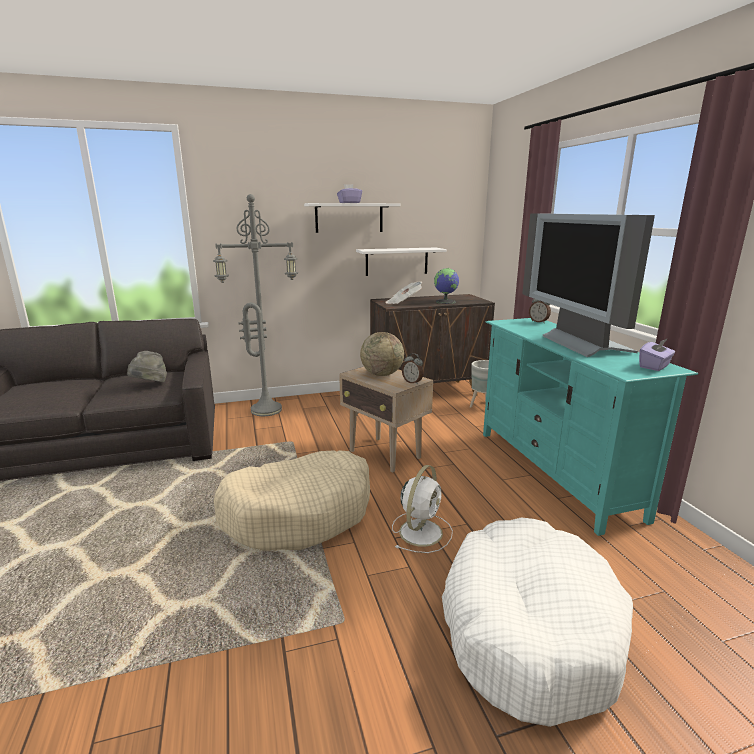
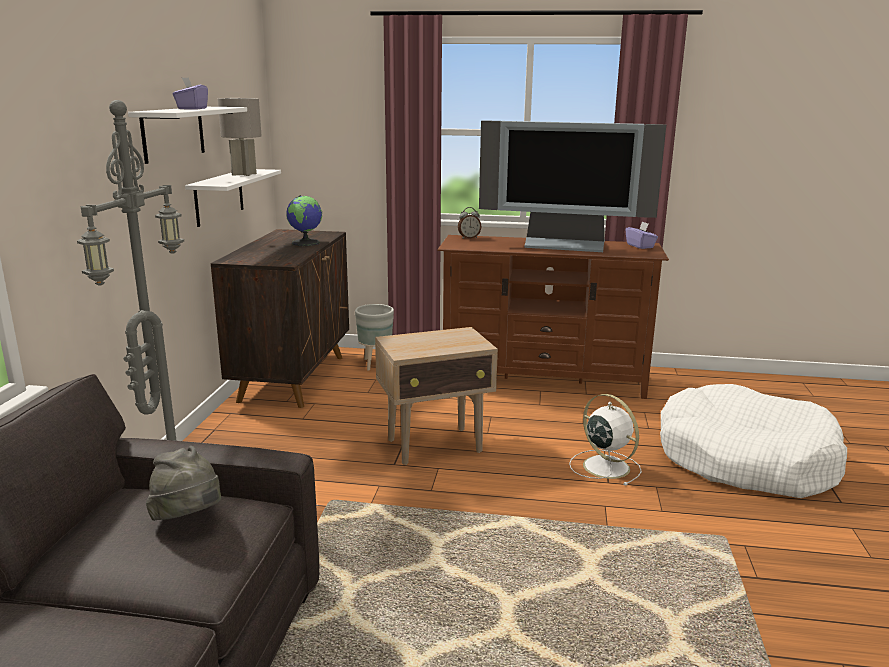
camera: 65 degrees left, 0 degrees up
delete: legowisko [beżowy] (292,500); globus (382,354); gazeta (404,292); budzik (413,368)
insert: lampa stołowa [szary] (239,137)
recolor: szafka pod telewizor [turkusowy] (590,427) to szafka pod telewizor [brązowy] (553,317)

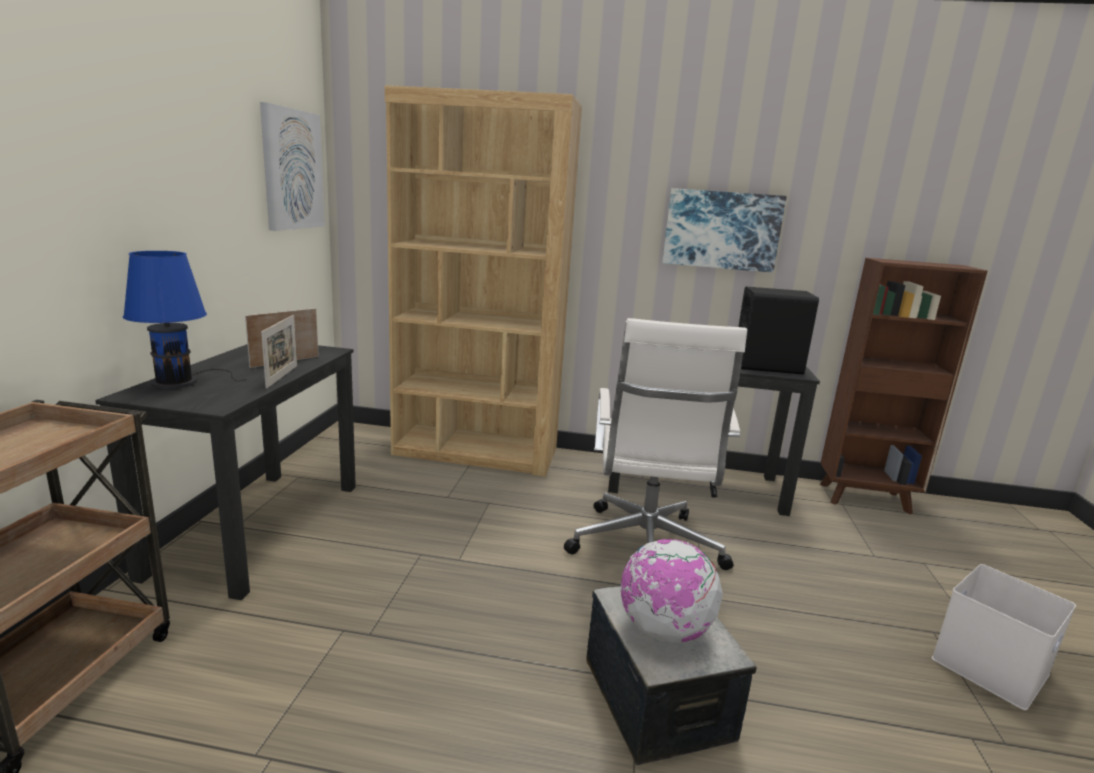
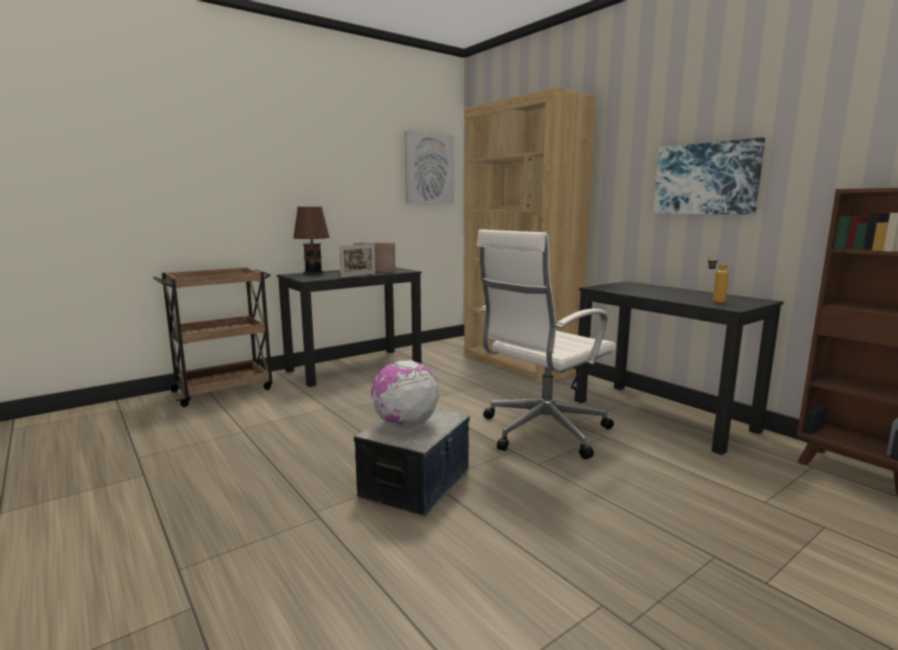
camera: 45 degrees right, 5 degrees down
delete: pojemnik do przechowywania [biały] (1004,637)
replace: głośnik [czarny] (778,330) to butelka (718,279)
recolor: lampa stołowa [niebieski] (185,320) to lampa stołowa [brązowy] (316,241)

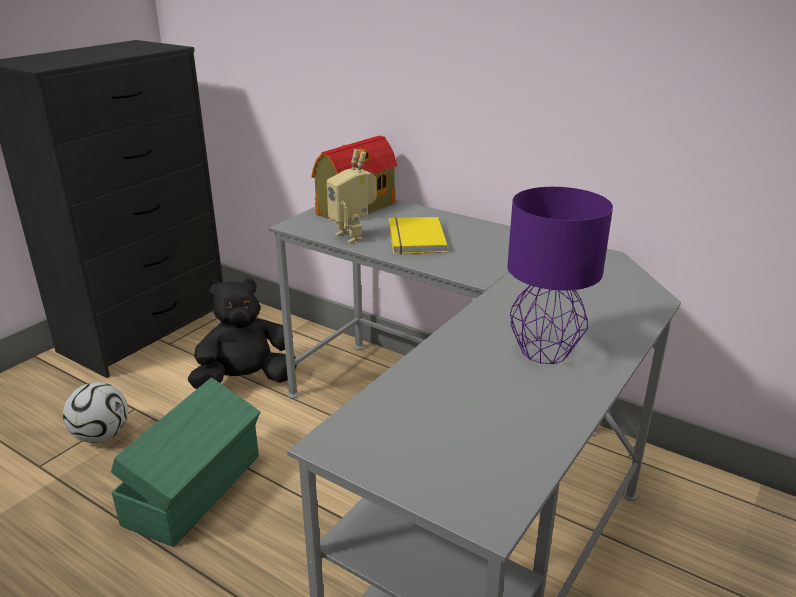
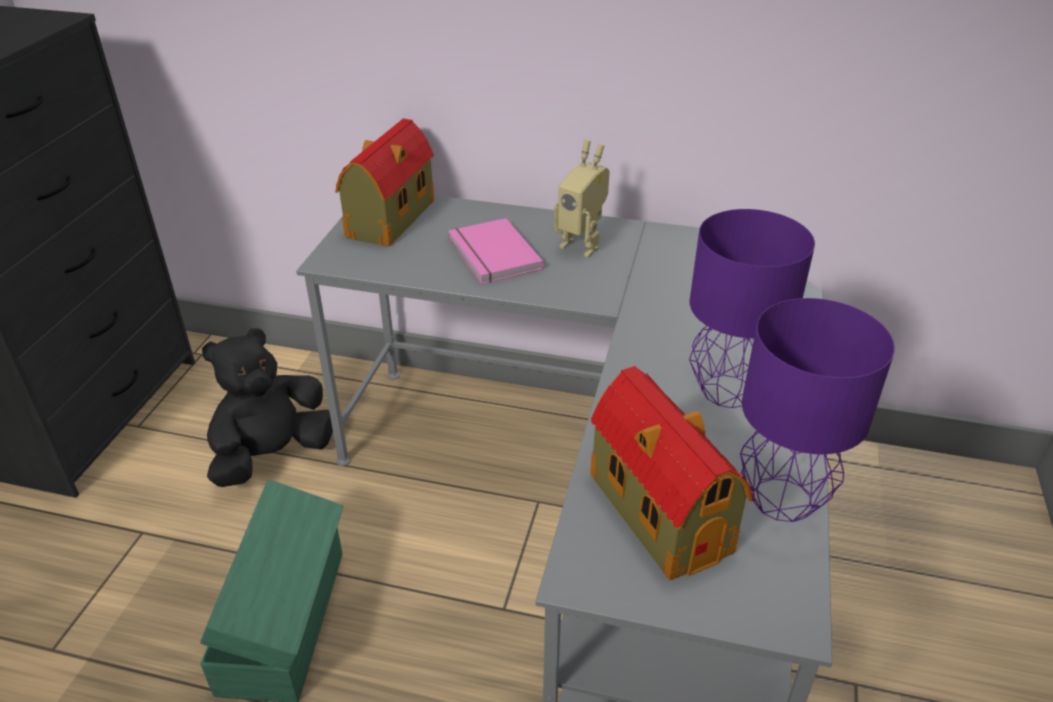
camera: 20 degrees left, 10 degrees up
delete: piłka futbolowa (95,412)
insert: domek (672,473); lampa stołowa [fioletowy] (817,410)
move: robot zabawkowy (352,196) to (582,199)
recolor: książka [żółty] (418,235) to książka [różowy] (496,251)

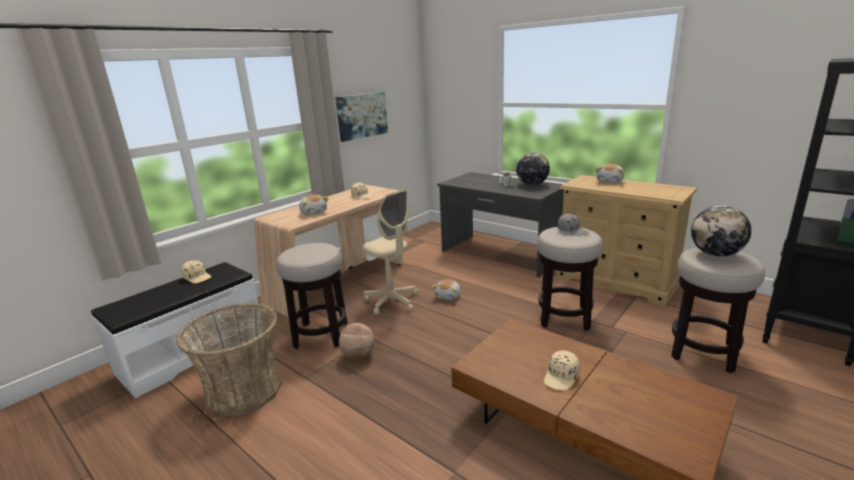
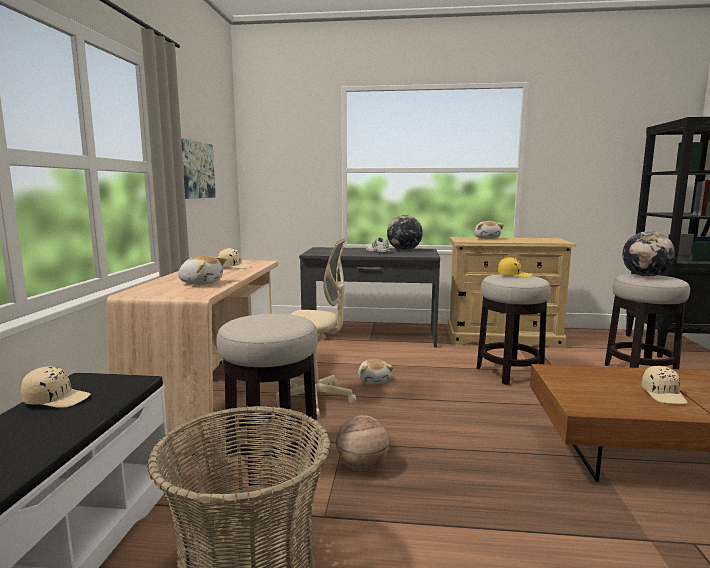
camera: 35 degrees left, 10 degrees down
recolor: czapka z daszkiem [szary] (573,224) to czapka z daszkiem [żółty] (515,267)

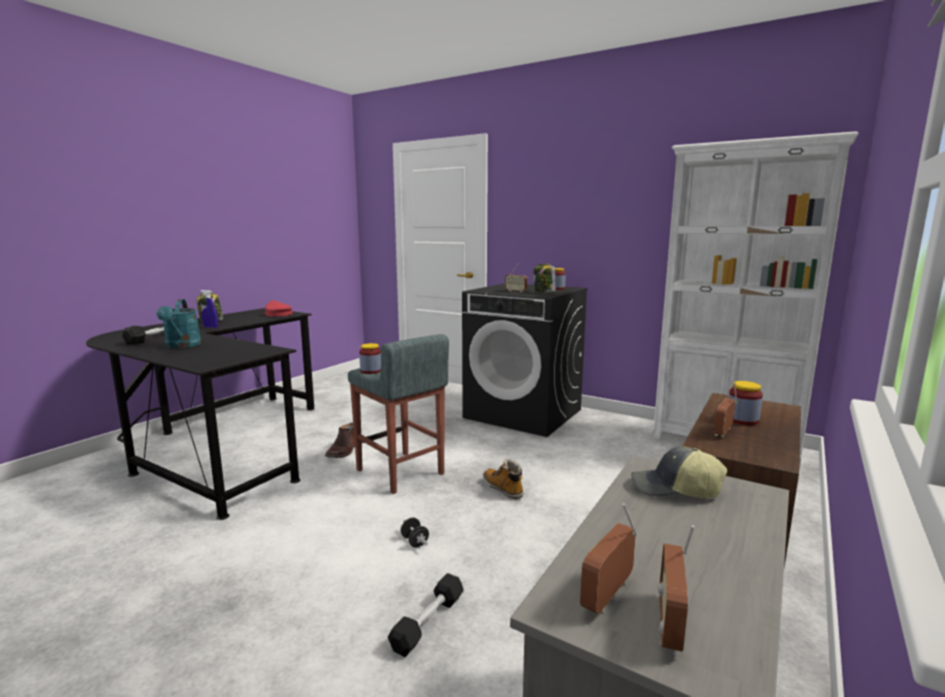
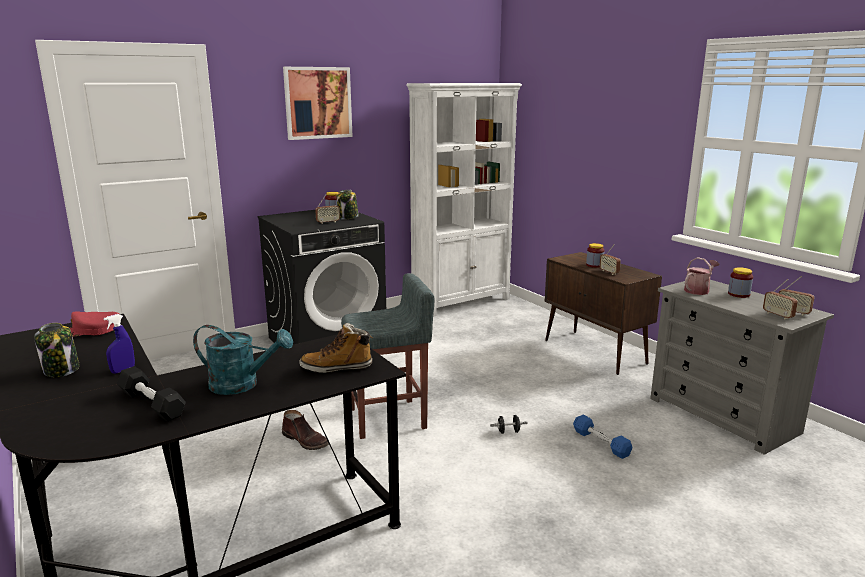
camera: 65 degrees left, 5 degrees up
insert: obraz (318,103)
move: słoik (370,358) to (740,282); but z cholewką (503,479) to (335,348)
replace: czapka z daszkiem (679,472) to konewka (701,276)
recolor: hantel [czarny] (426,615) to hantel [niebieski] (602,437)

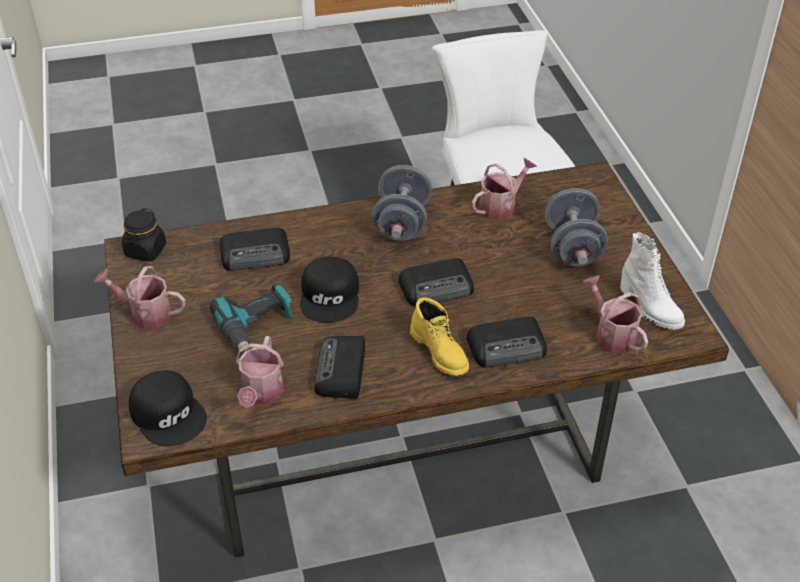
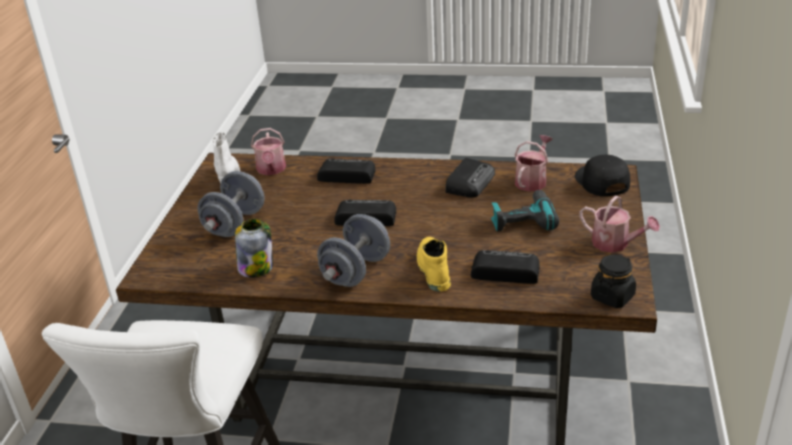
camera: 155 degrees left, 10 degrees down
delete: czapka z daszkiem [czarny] (329,290)
move: but z cholewką [żółty] (439,337) to (434,264)
replace: konewka (504,189) to słoik (254,248)

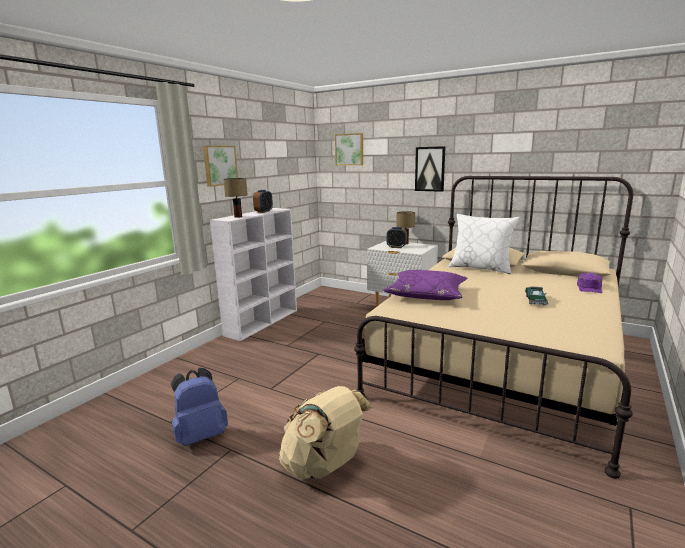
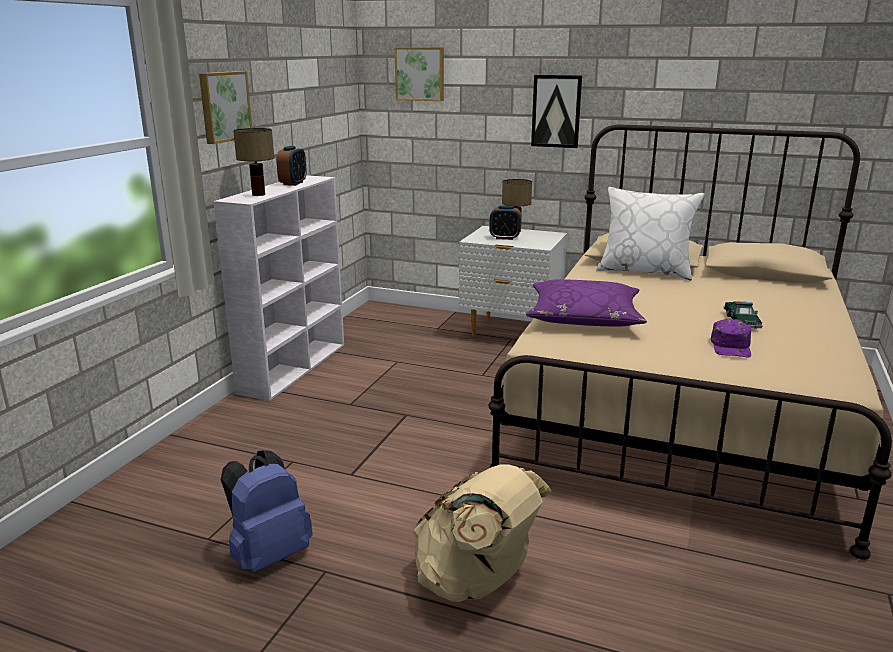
camera: 10 degrees left, 5 degrees up
move: czapka z daszkiem [fioletowy] (589,282) to (731,338)

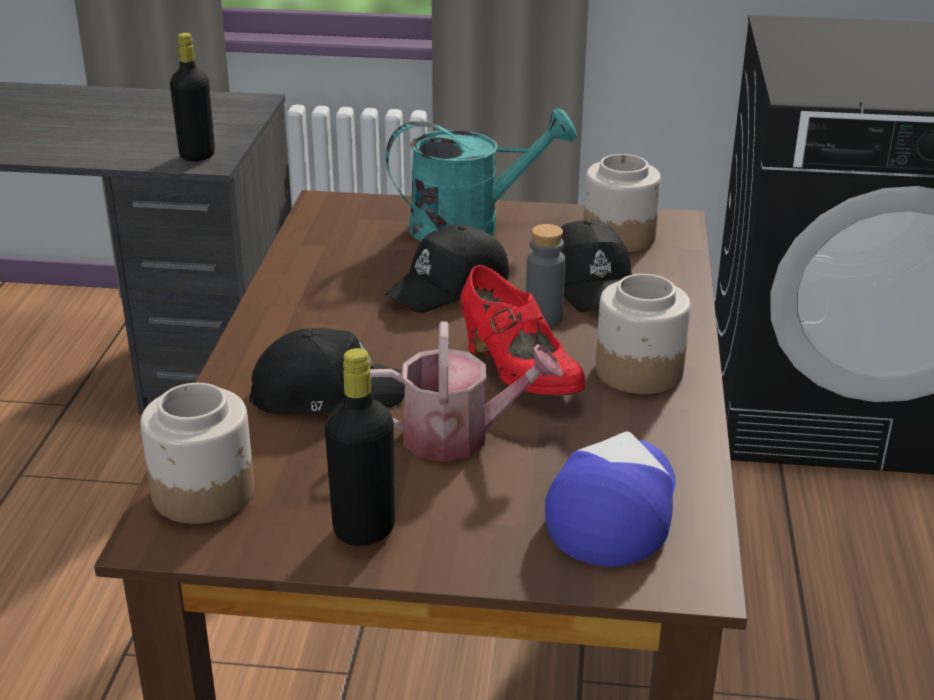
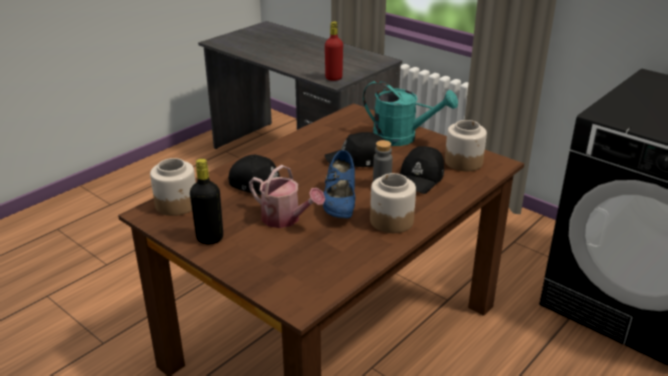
camera: 35 degrees right, 0 degrees up
delete: czapka z daszkiem (610,499)
recolor: butelka [czarny] (192,97) to butelka [czerwony] (334,51); but [czerwony] (522,330) to but [niebieski] (339,184)

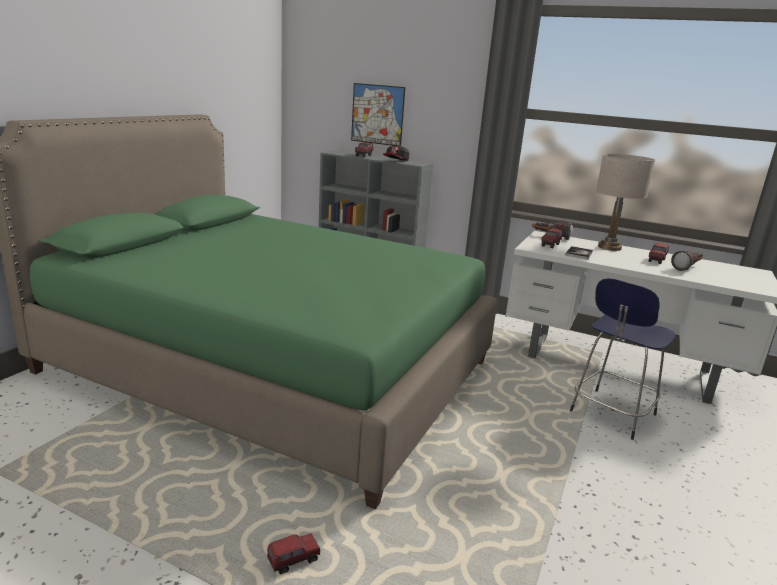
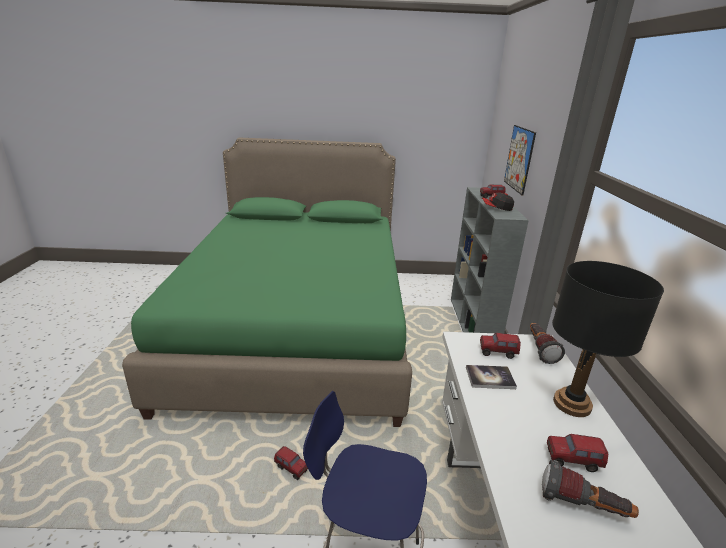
camera: 65 degrees right, 5 degrees up
move: ciężarówka zabawkowa (293,553) to (291,463)
recolor: lampa stołowa [beżowy] (626,202) to lampa stołowa [czarny] (608,339)

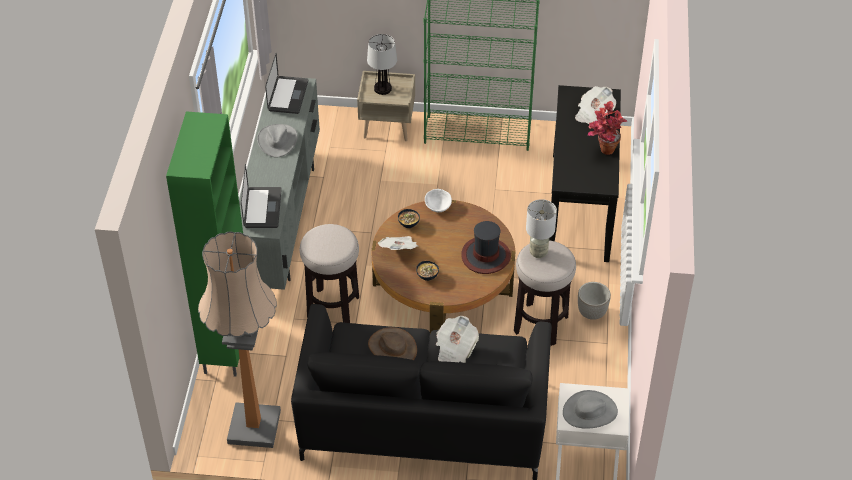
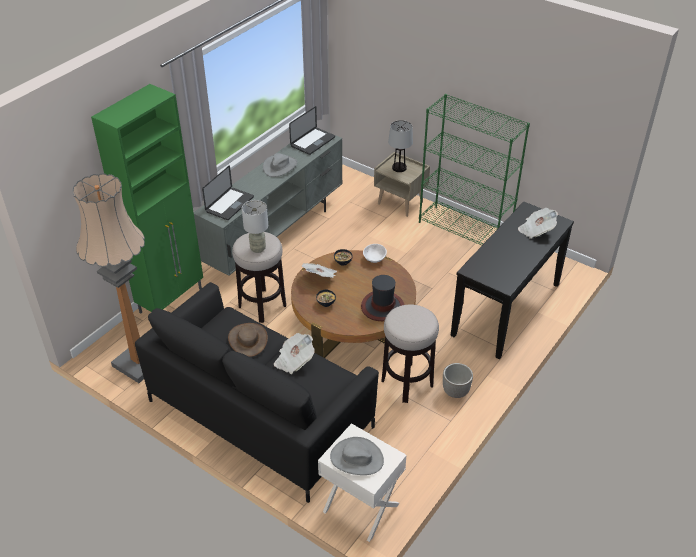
camera: 30 degrees right, 5 degrees down
delete: roślina doniczkowa (607,128)
move: lampa stołowa [szary] (541,228) to (255,226)

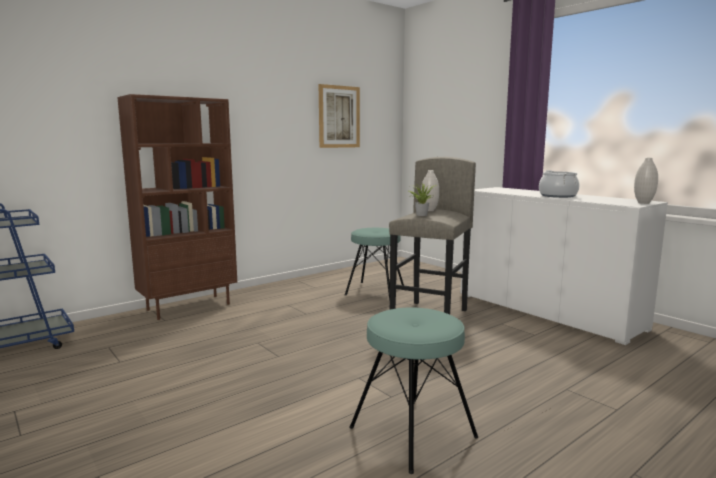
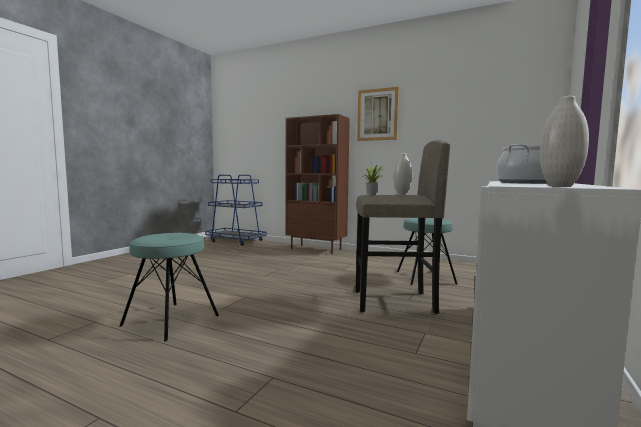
camera: 65 degrees right, 5 degrees down
move: obraz (339,116) to (378,114)

